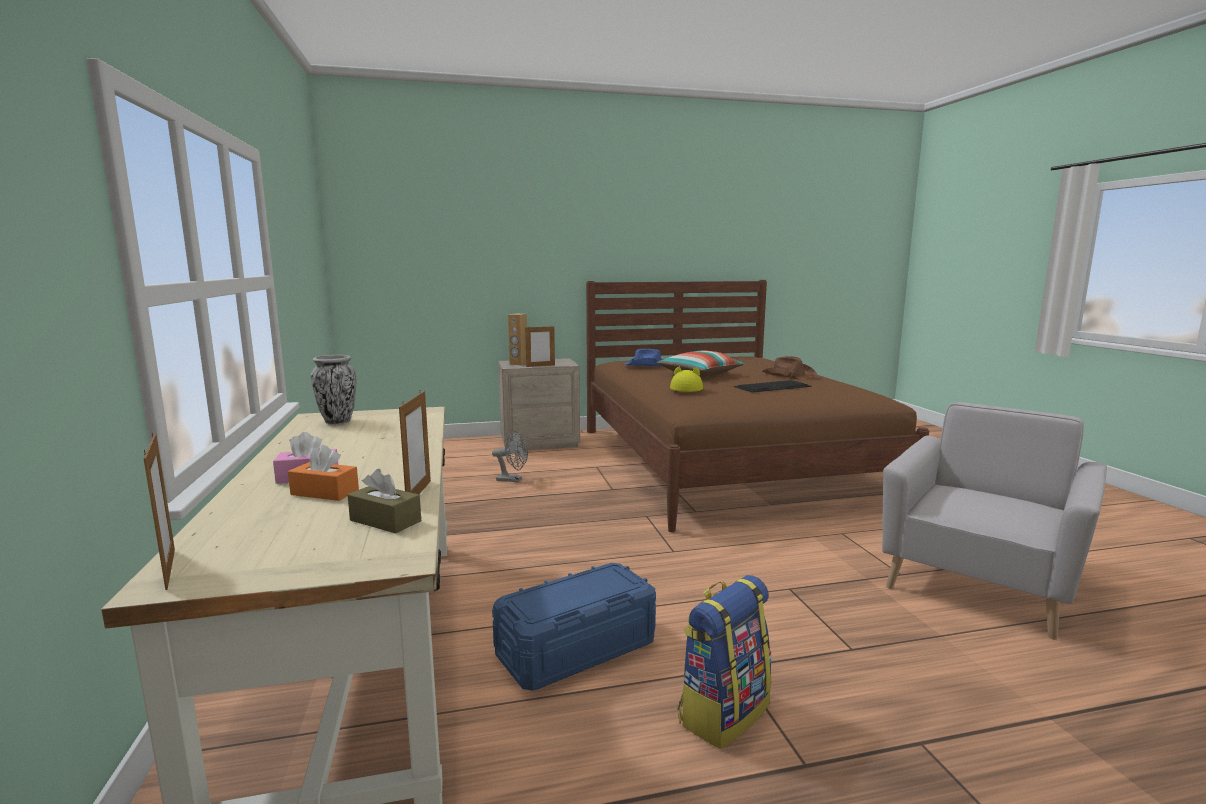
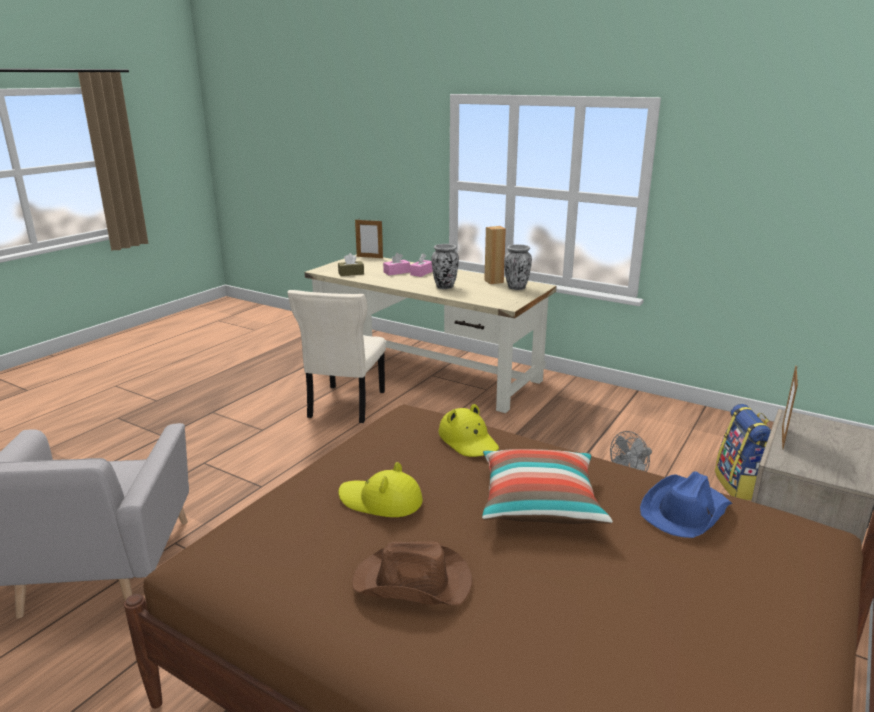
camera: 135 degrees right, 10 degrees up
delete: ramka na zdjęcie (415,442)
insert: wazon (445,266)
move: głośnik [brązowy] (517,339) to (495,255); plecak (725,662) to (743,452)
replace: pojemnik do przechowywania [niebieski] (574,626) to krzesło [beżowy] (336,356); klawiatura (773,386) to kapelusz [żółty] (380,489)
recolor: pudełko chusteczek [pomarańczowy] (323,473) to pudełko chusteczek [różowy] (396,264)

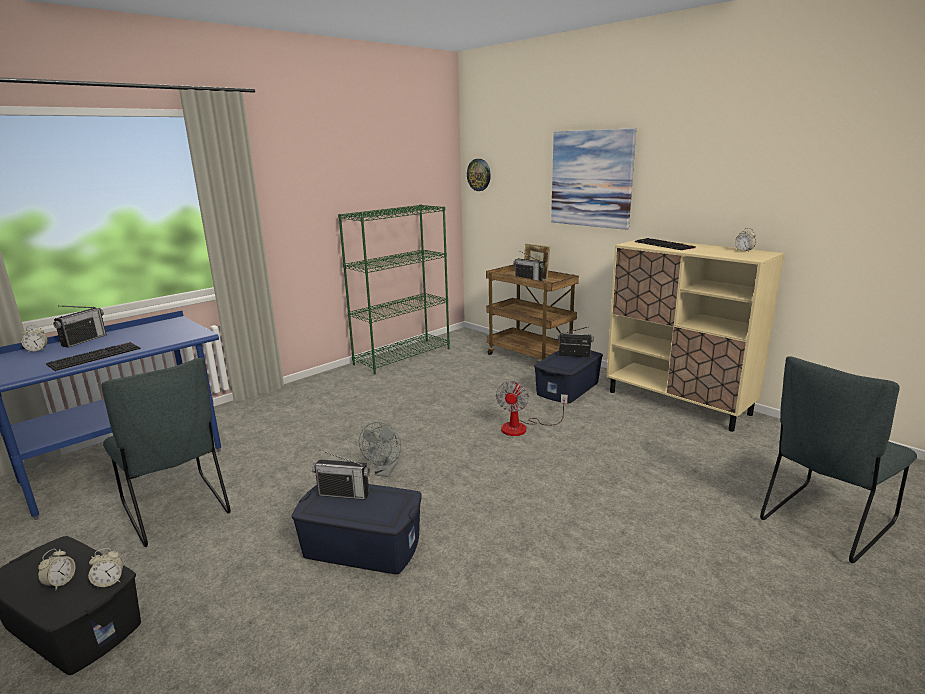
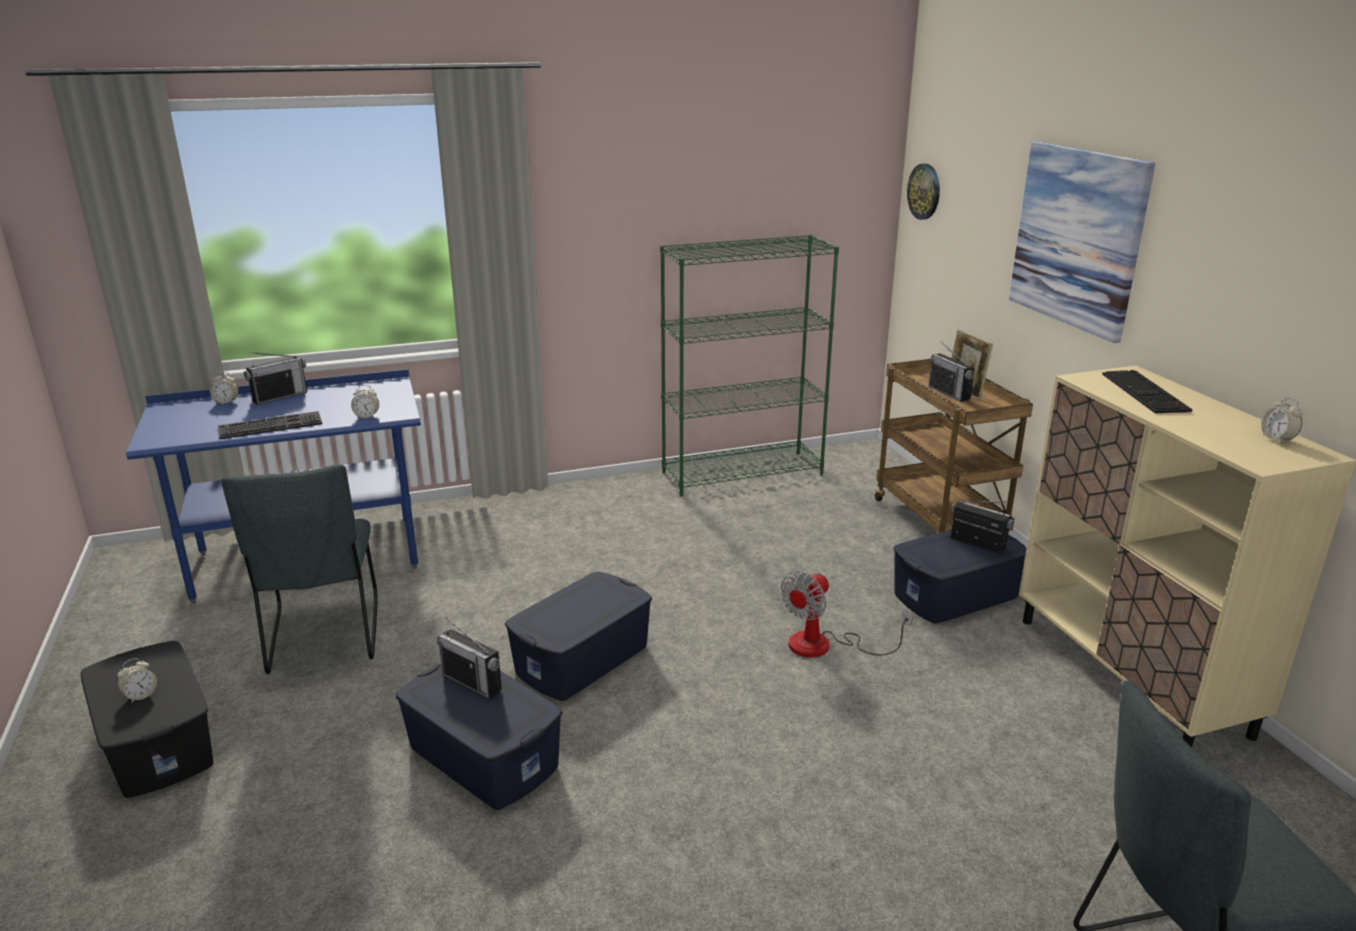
camera: 25 degrees right, 5 degrees up
move: budzik (105,568) to (365,401)
replace: wentylator [szary] (380,449) to pojemnik do przechowywania [niebieski] (578,636)

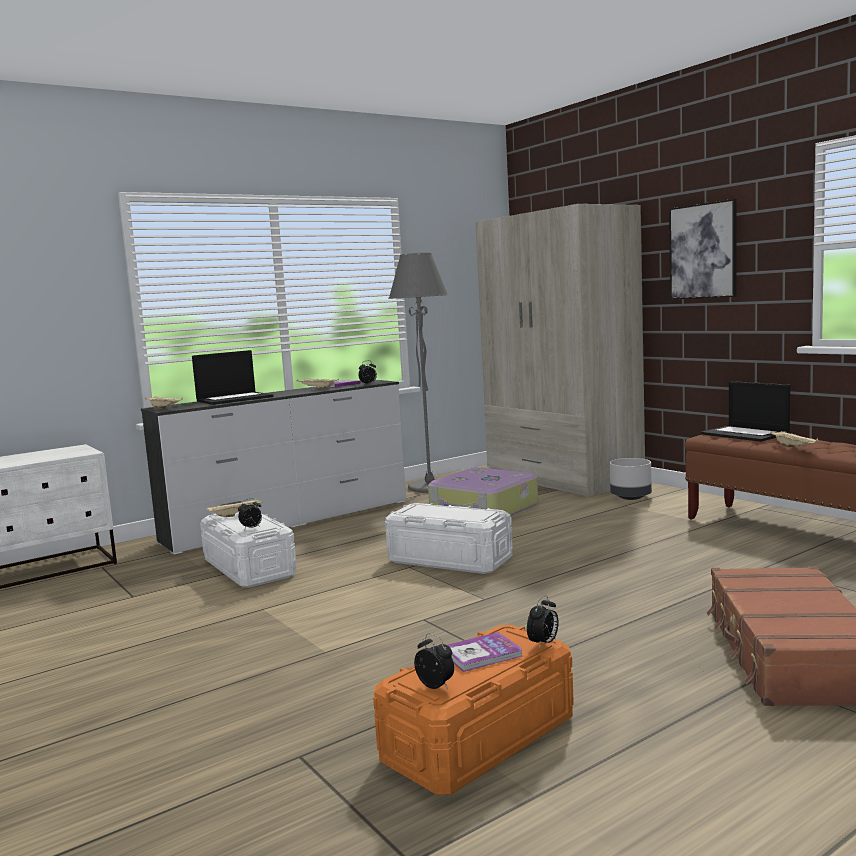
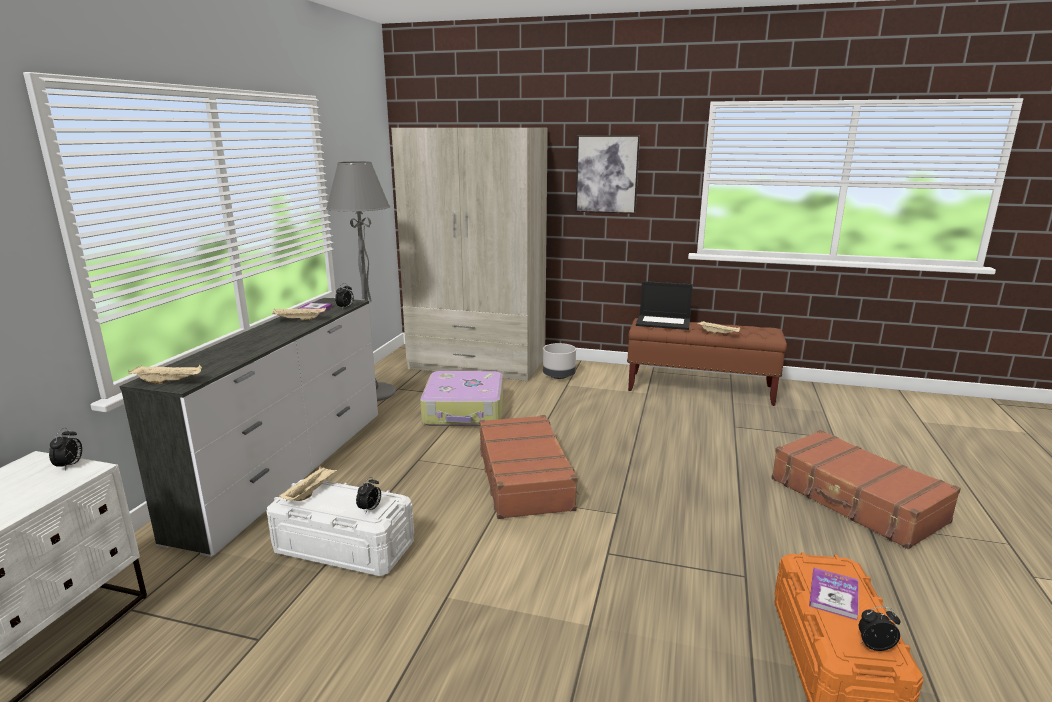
camera: 40 degrees left, 10 degrees up
delete: laptop (232,377)
move: budzik (543,622) to (65,449)
replace: pojemnik do przechowywania [biały] (449,538) to walizka [brązowy] (529,467)

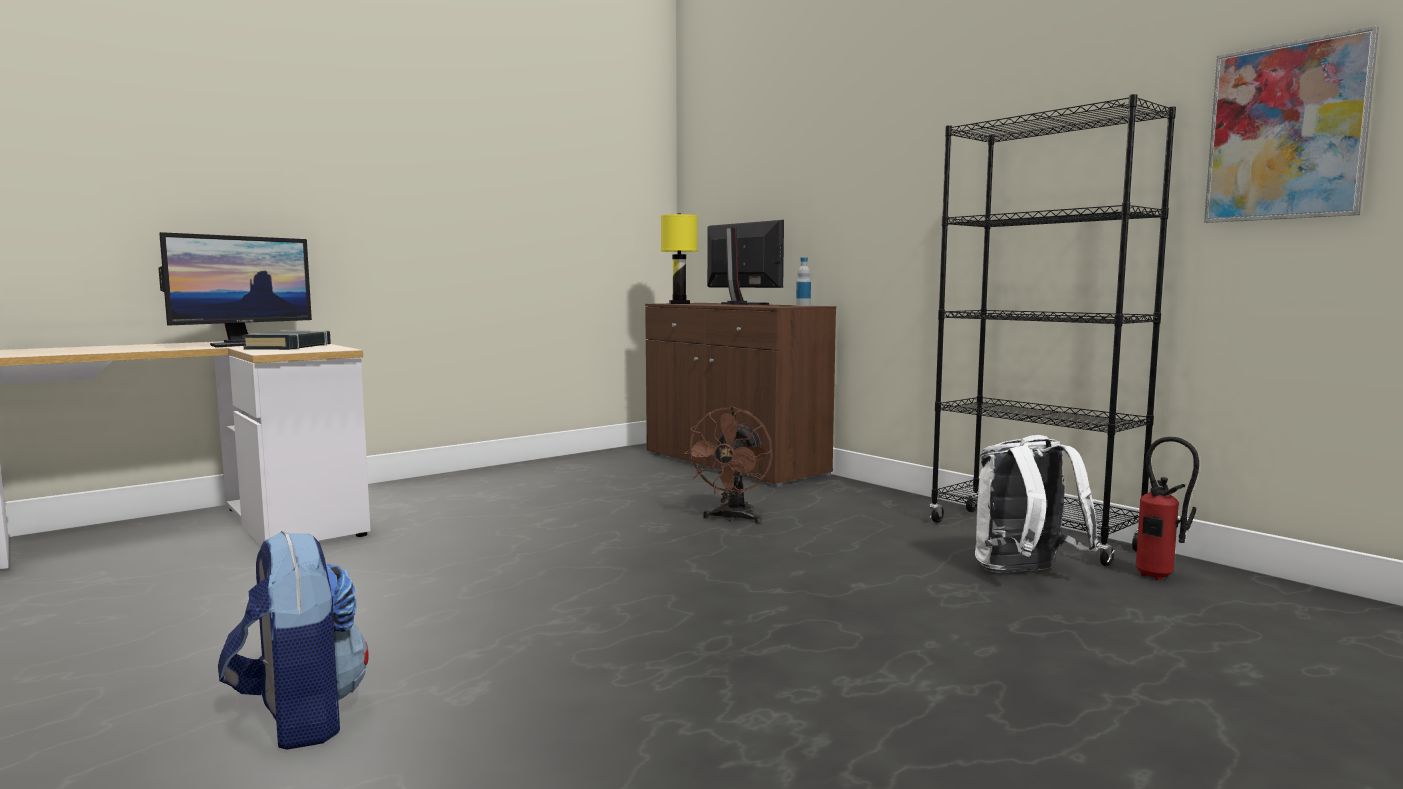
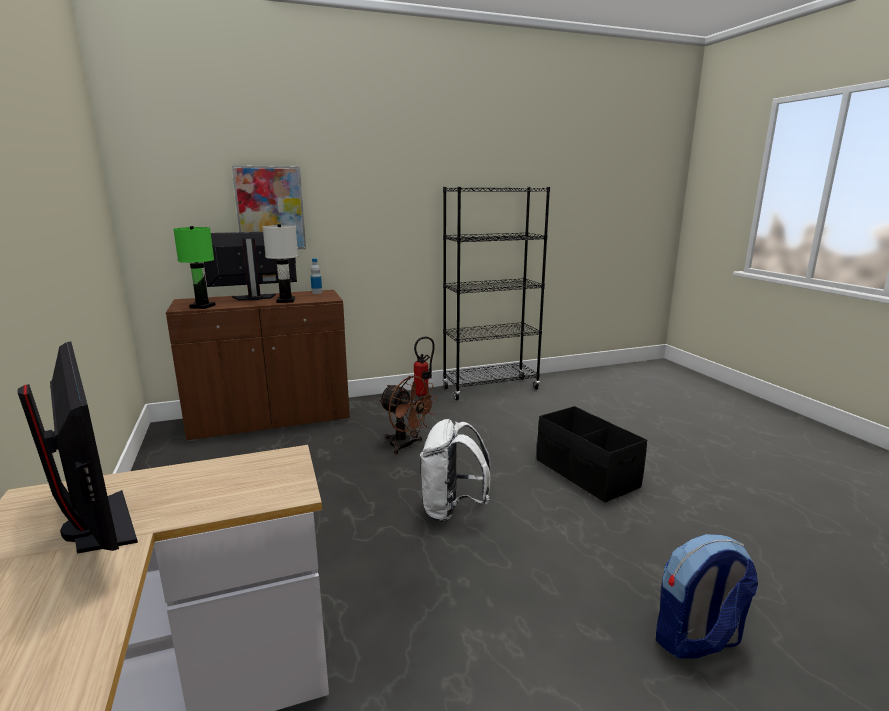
camera: 70 degrees left, 10 degrees up
delete: książka [czarny] (287,340)
insert: lampa stołowa [biały] (280,263); pojemnik do przechowywania [czarny] (592,454)
move: plecak [biały] (1037,503) to (455,470); gaśnica (1167,508) to (424,367); obraz (1291,124) to (269,207)
recolor: lampa stołowa [żółty] (679,259) to lampa stołowa [zielony] (194,267)

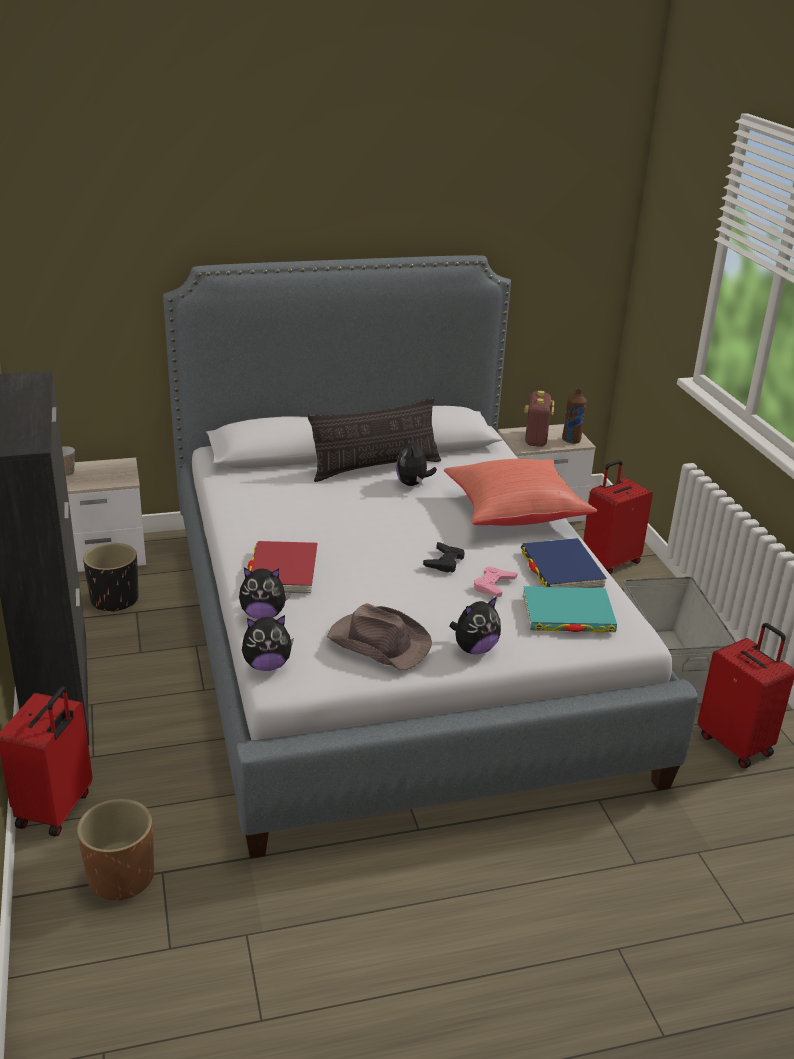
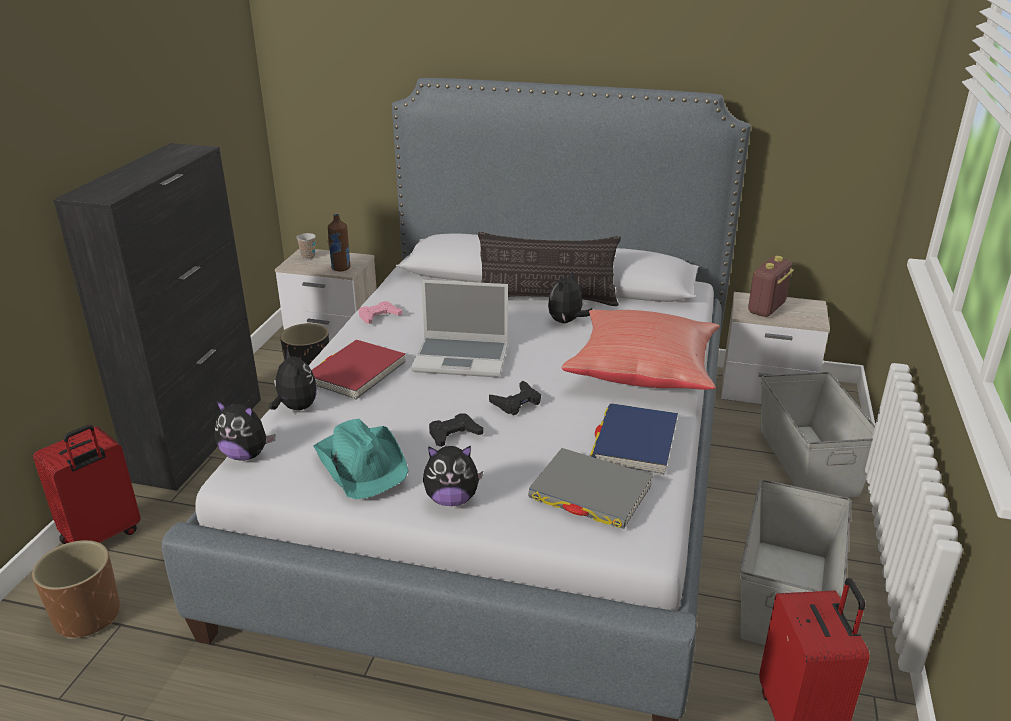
camera: 30 degrees right, 0 degrees up
insert: laptop (459,328); pad do gier [czarny] (456,430)
move: pad do gier [różowy] (495,581) to (380,312); butelka [brązowy] (574,416) to (339,242)
replace: walizka [czerwony] (618,517) to pojemnik do przechowywania [szary] (818,435)
recolor: kapelusz [brązowy] (379,636) to kapelusz [turkusowy] (361,459); książka [turkusowy] (570,609) to książka [szary] (590,488)
rotate: pluszak (265,593) = (293,378) 150 degrees counterclockwise

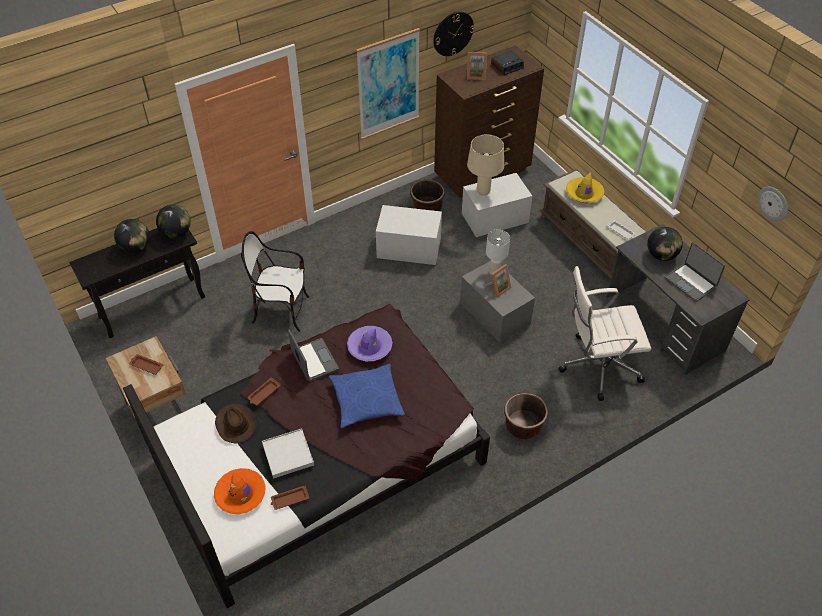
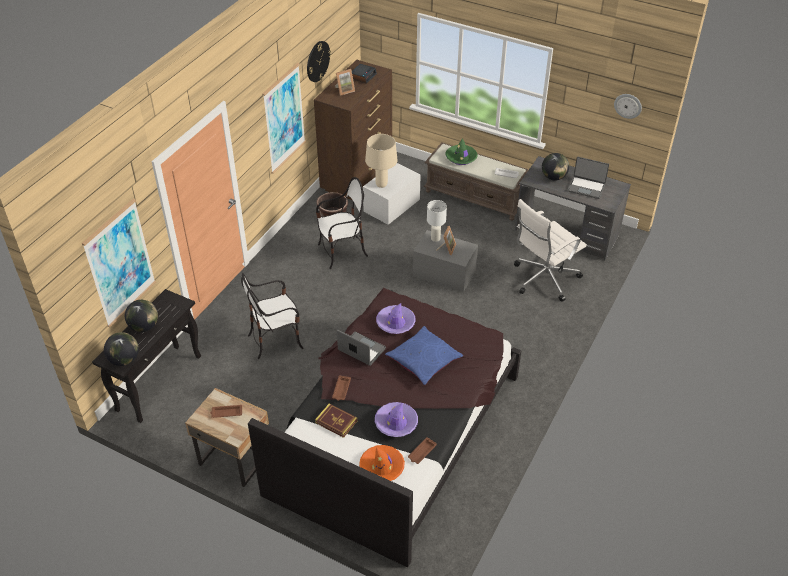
camera: 30 degrees left, 5 degrees down
delete: donica [brązowy] (526,416)
insert: obraz (119,263)
move: globus (173,221) to (121,349)
replace: kapelusz [brązowy] (236,423) to książka (336,420); taca [biały] (288,453) to kapelusz [fioletowy] (396,419); pojemnik do przechowywania [biały] (409,235) to krzesło (342,223)
recolor: kapelusz [żółty] (585,187) to kapelusz [zielony] (461,151)

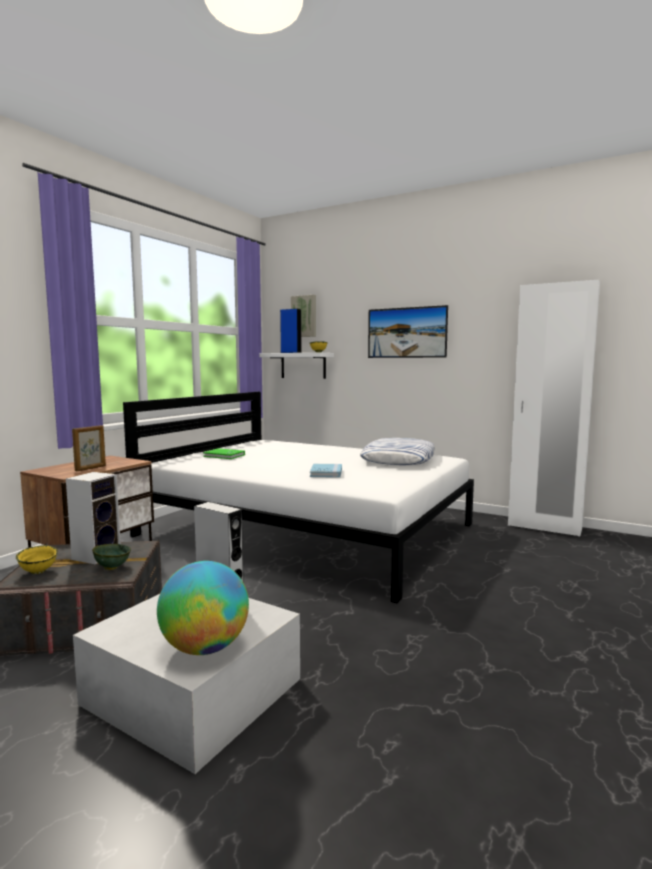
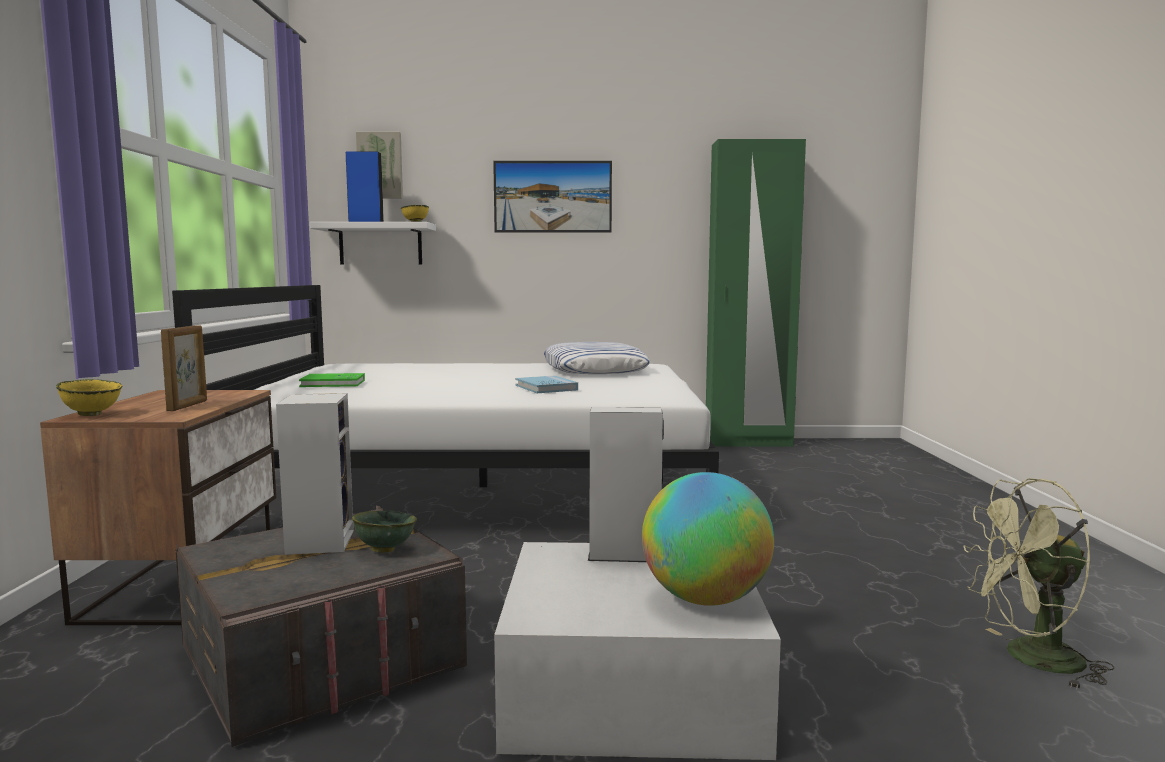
camera: 30 degrees left, 0 degrees up
insert: wentylator [zielony] (1039,584)
move: miska [żółty] (37,559) to (89,397)
recolor: szafa [biały] (554,408) to szafa [zielony] (756,293)

